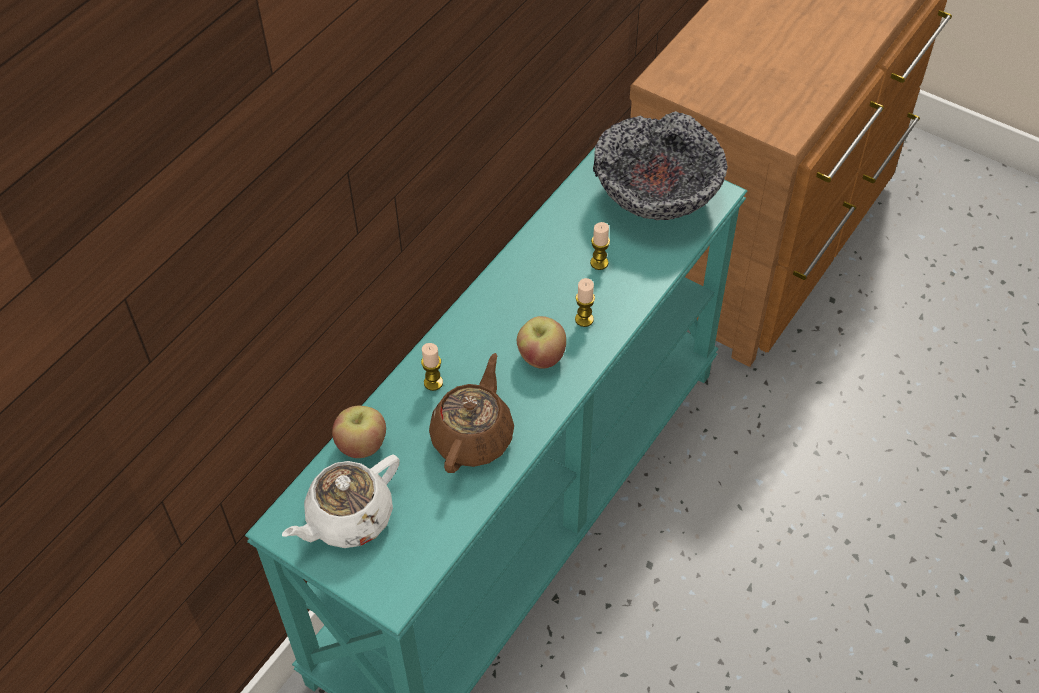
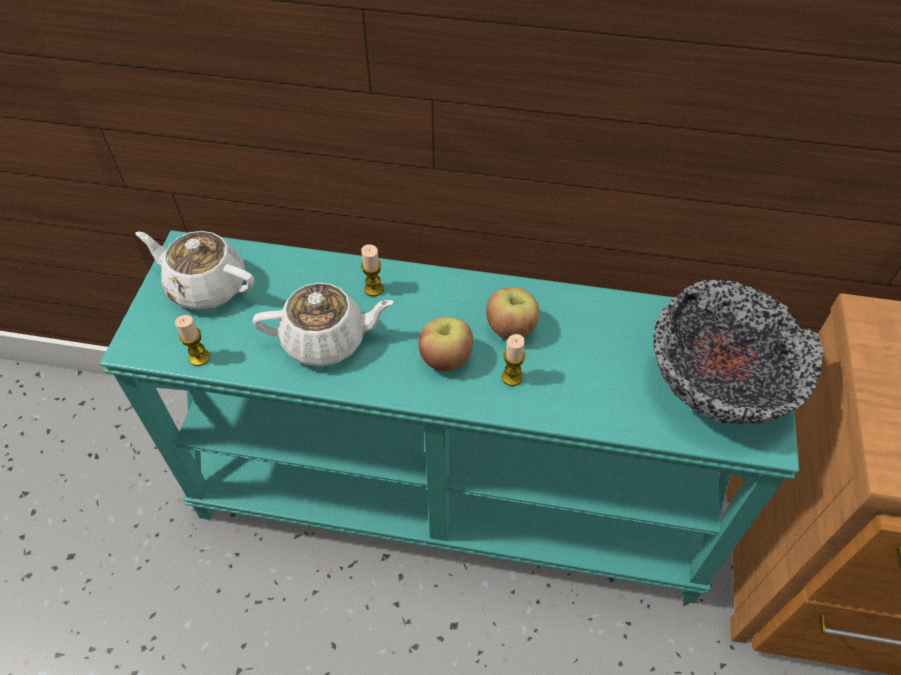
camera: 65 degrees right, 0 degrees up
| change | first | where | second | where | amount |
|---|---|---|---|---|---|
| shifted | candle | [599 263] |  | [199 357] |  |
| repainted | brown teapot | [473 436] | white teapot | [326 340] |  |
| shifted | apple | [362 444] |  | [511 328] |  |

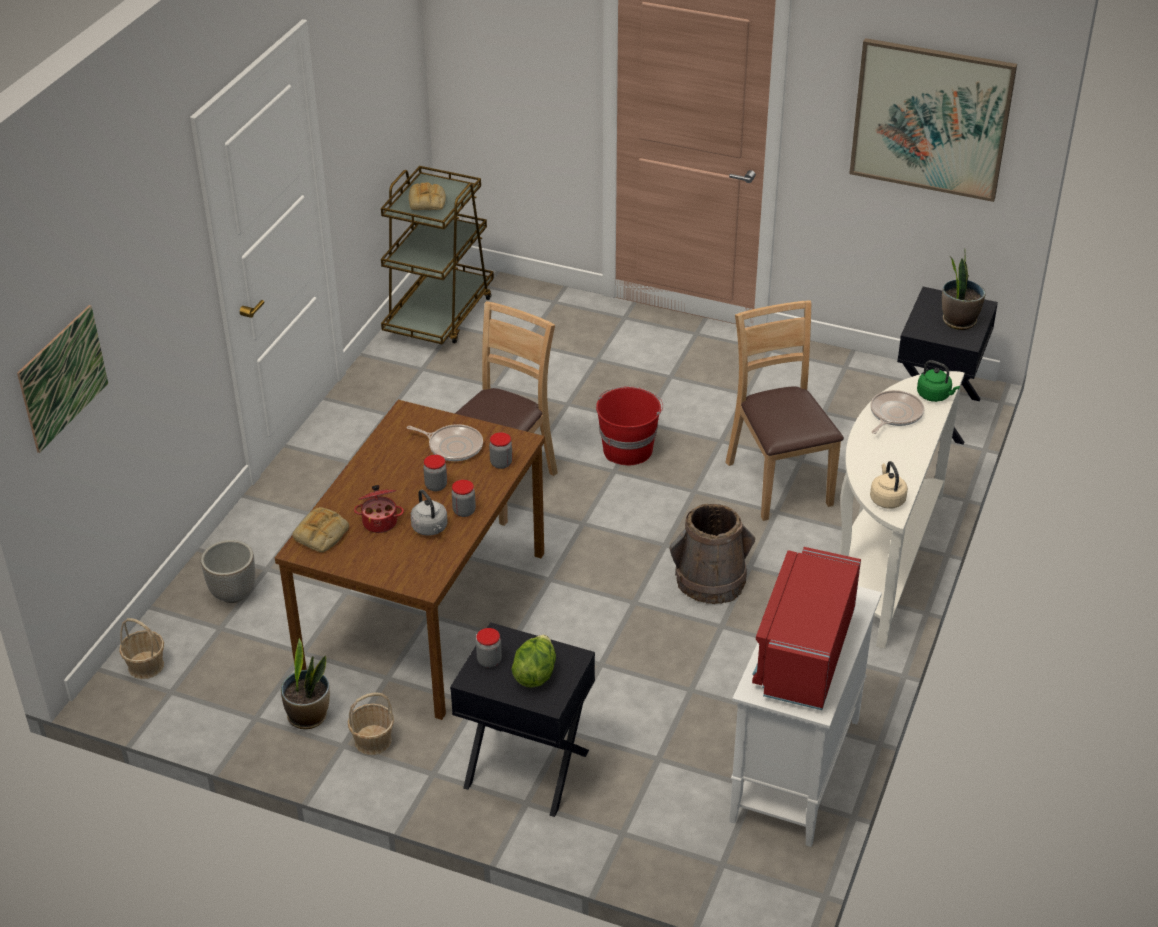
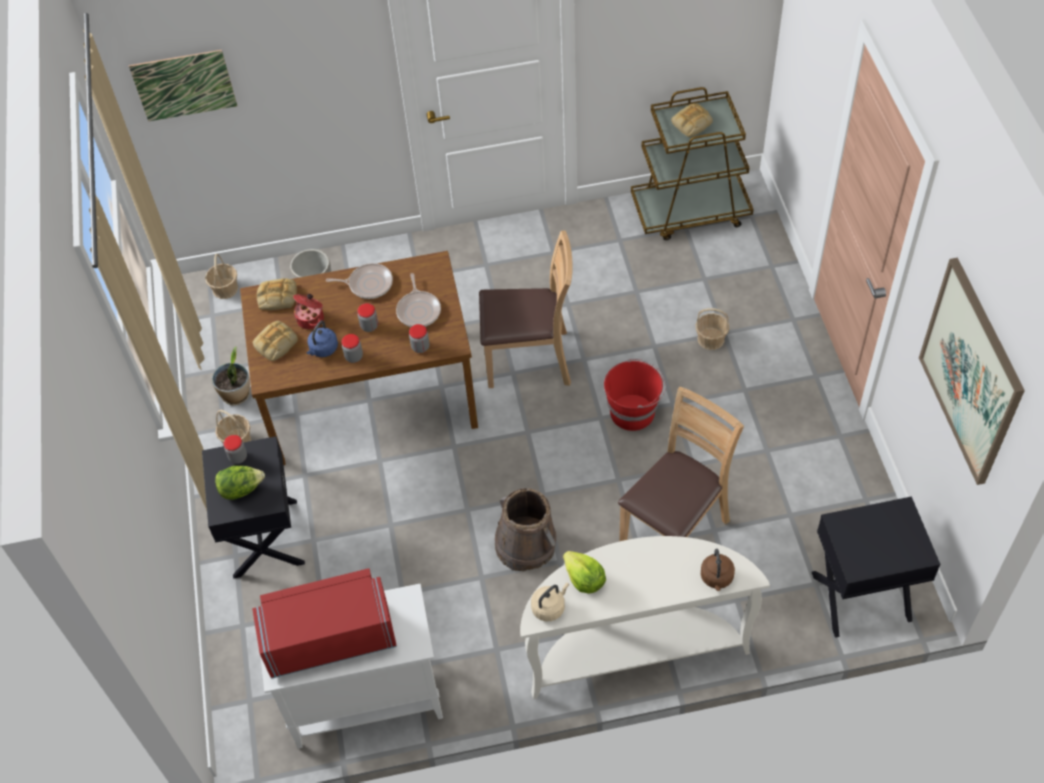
camera: 60 degrees right, 15 degrees up
| change | first | where | second | where | amount |
|---|---|---|---|---|---|
| new |  |  | bread | [276 344] |  |
| repainted | grey kettle | [430 529] | blue kettle | [323 349] |  |
| shifted | frying pan | [894 414] |  | [368 284] |  |
| new |  |  | lettuce | [584 579] |  |
| new |  |  | basket | [711 339] |  |
| repainted | green kettle | [935 396] | brown kettle | [716 578] |  |
| gone | potted plant | [958 321] |  |  |  |

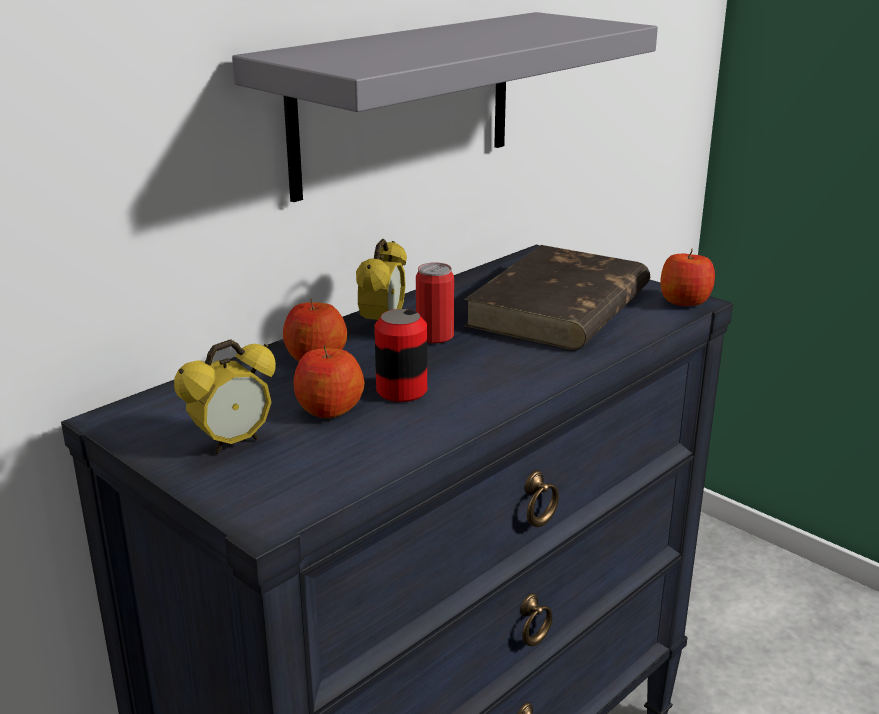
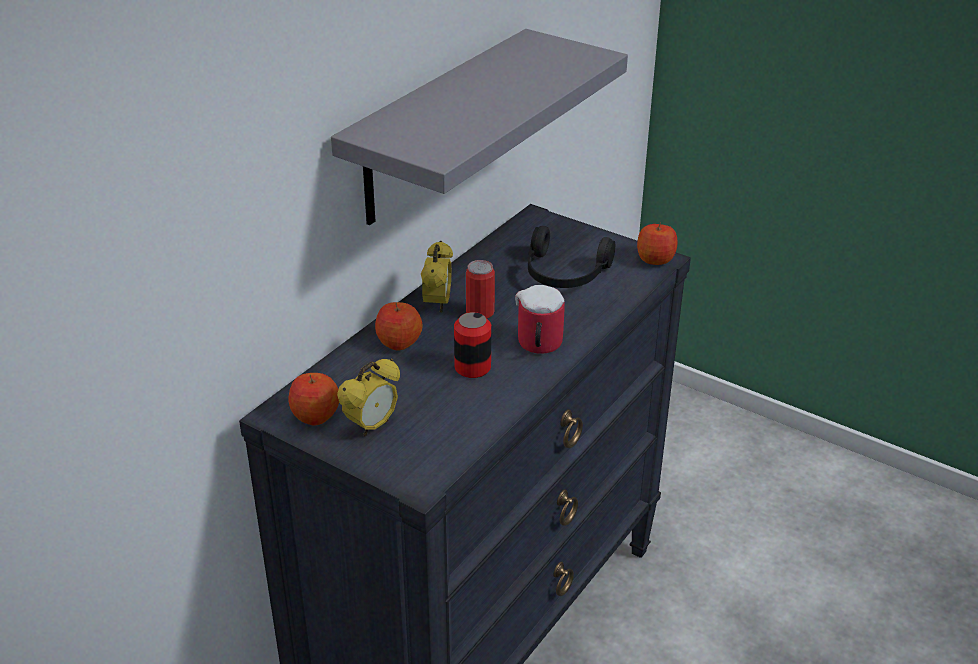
camera: 10 degrees left, 10 degrees up
| change | first | where | second | where | amount |
|---|---|---|---|---|---|
| shifted | apple | [329 409] |  | [315 415] |  |
| new |  |  | mug | [537 345] |  |
| swapped | brown book | [559 307] | black headphones | [564 274] |  |

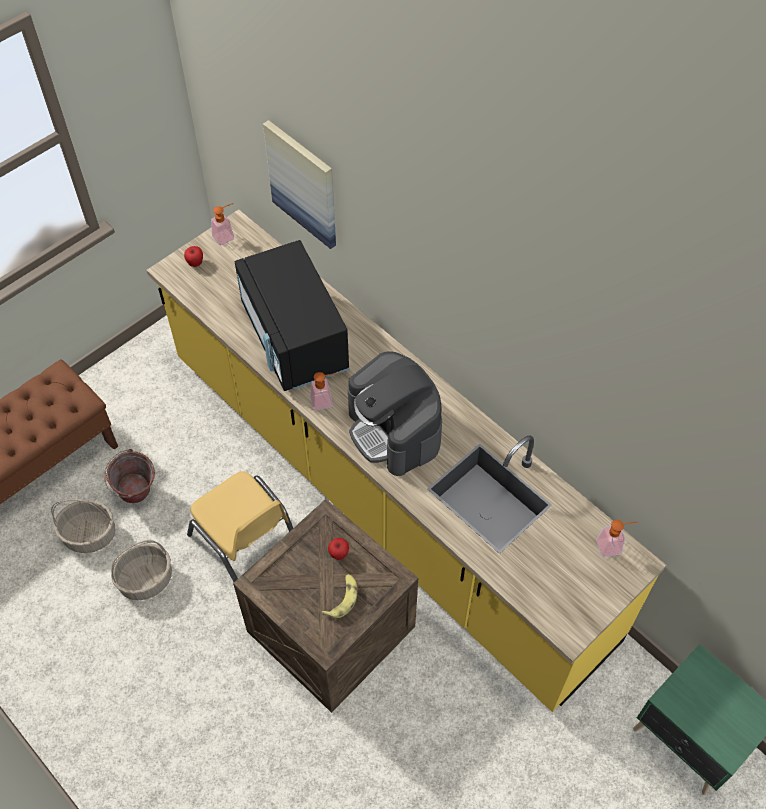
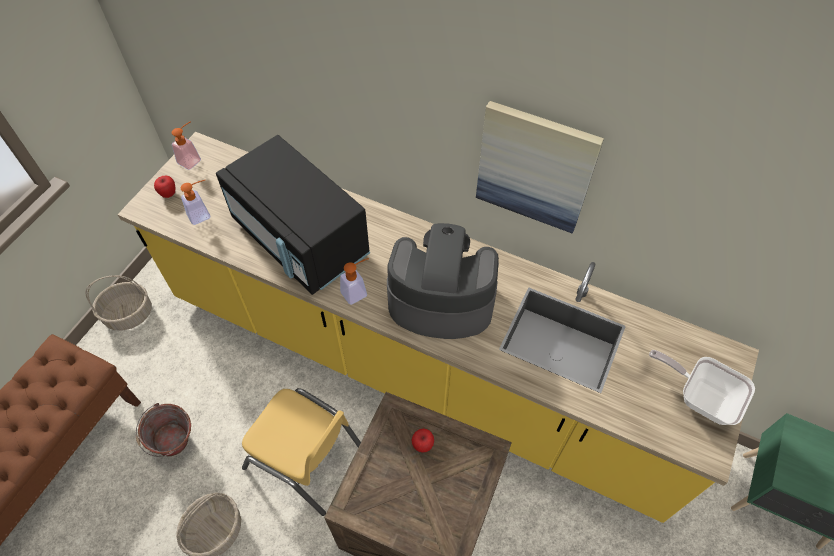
camera: 20 degrees left, 0 degrees up
| change | first | where | second | where | amount |
|---|---|---|---|---|---|
| shifted | basket | [89 535] |  | [128 315] |  |
| shifted | soap dispenser | [613 546] |  | [203 214] |  |
| rotated | coffee machine | [394 431] |  | [440 300] | 150 degrees clockwise |
| shifted | picture | [303 184] |  | [535 167] |  |
| new |  |  | frying pan | [700 396] |  |
| gone | banana | [342 598] |  |  |  |

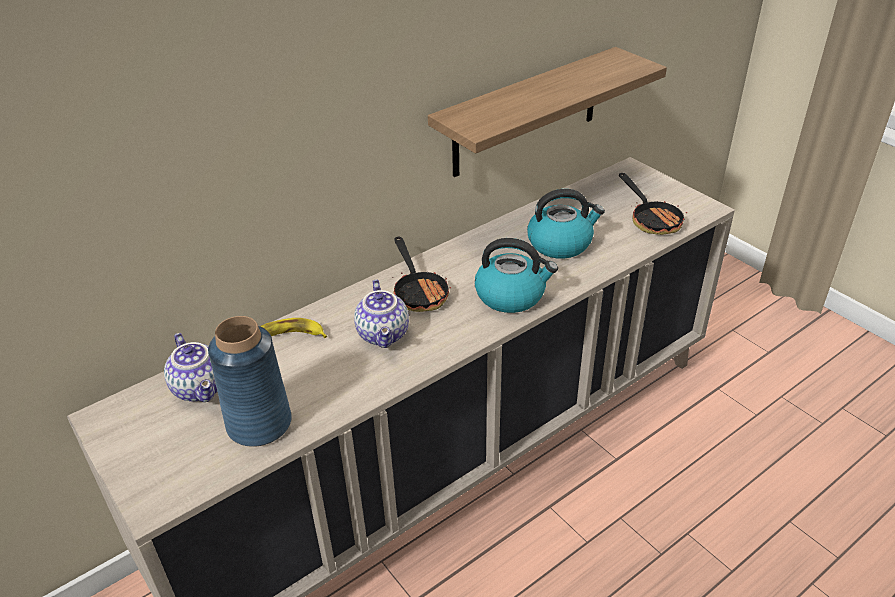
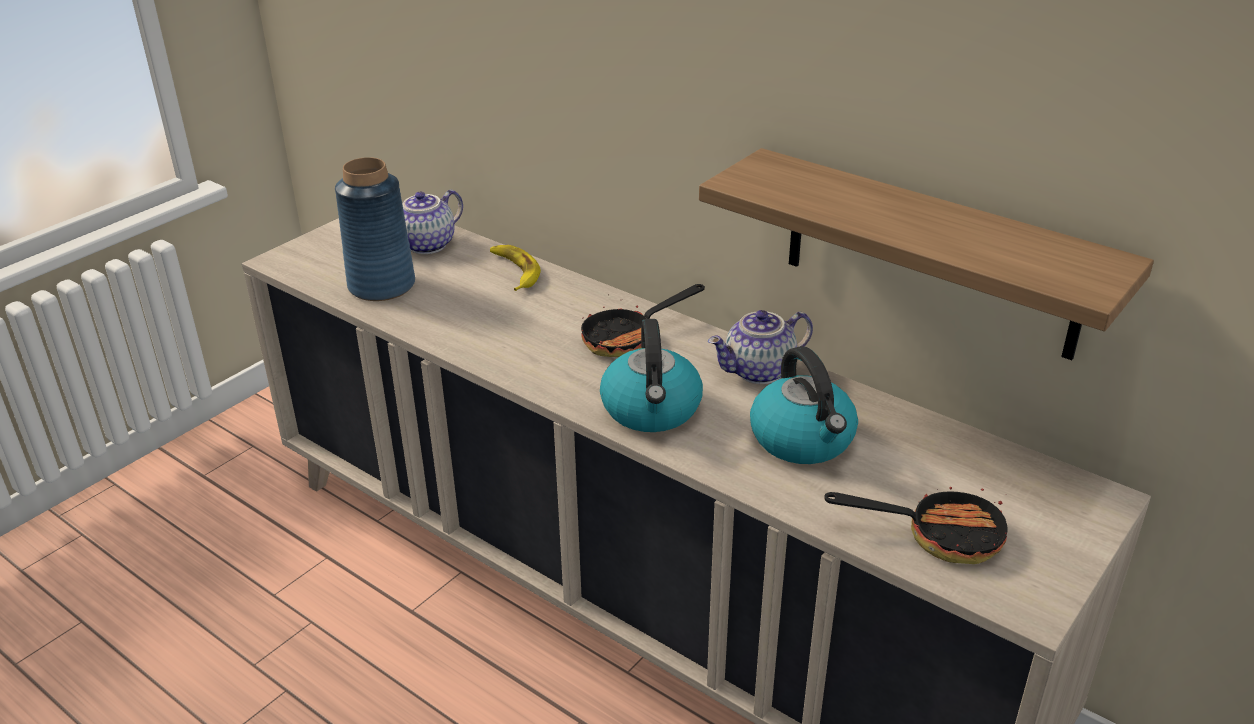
camera: 75 degrees right, 5 degrees down
| change | first | where | second | where | amount |
|---|---|---|---|---|---|
| shifted | teapot | [384 334] |  | [759 372] |  |
| rotated | frying pan | [652 219] |  | [939 534] | 135 degrees counterclockwise |

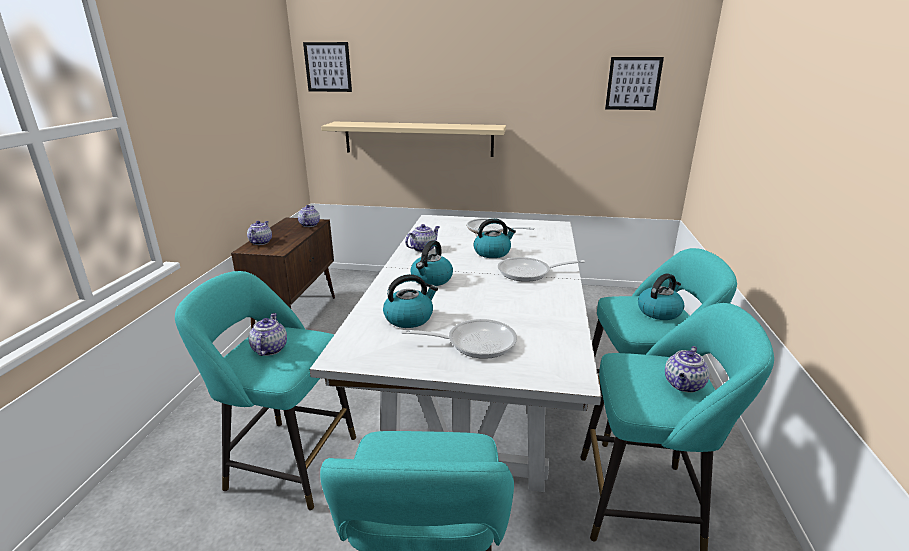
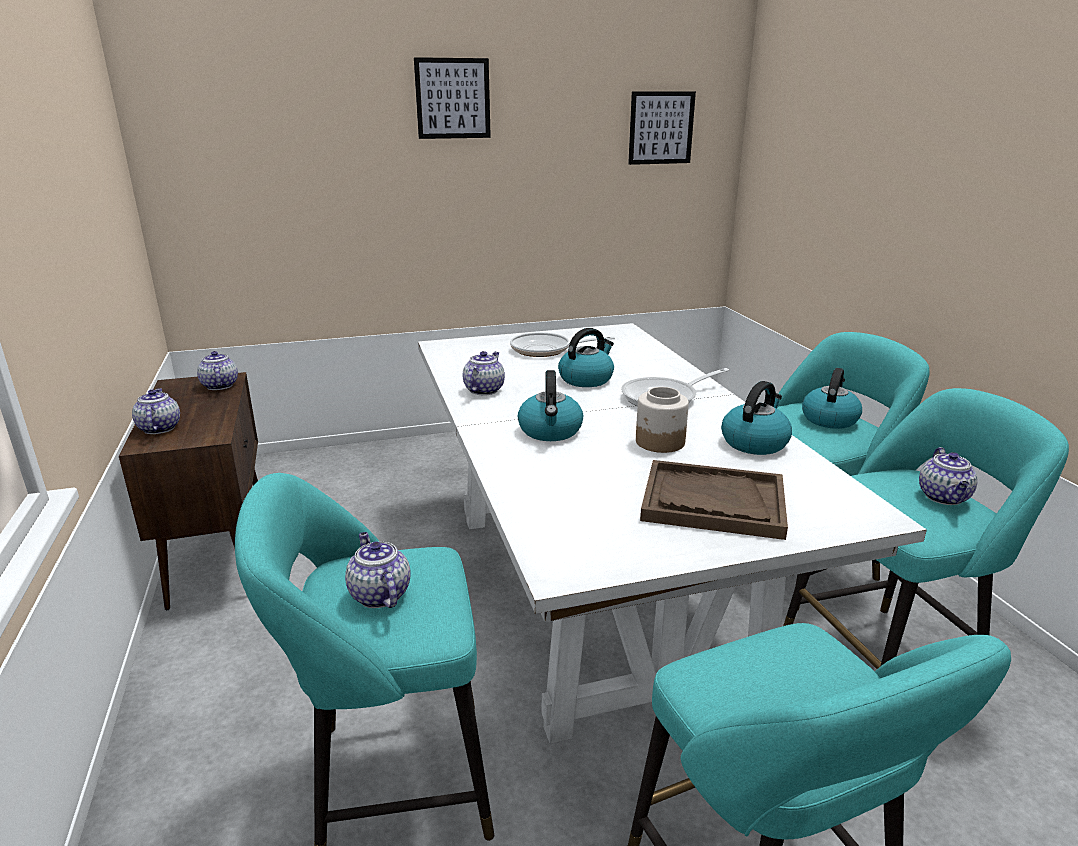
camera: 25 degrees left, 0 degrees up
| change | first | where | second | where | amount |
|---|---|---|---|---|---|
| shifted | picture | [328 67] |  | [453 98] |  |
| new |  |  | jar | [660 442] |  |
| swapped | frying pan | [474 343] | brown tray | [712 502] |  |
| shifted | kettle | [409 318] |  | [754 442] |  |
| gone | beige shelf | [418 138] |  |  |  |

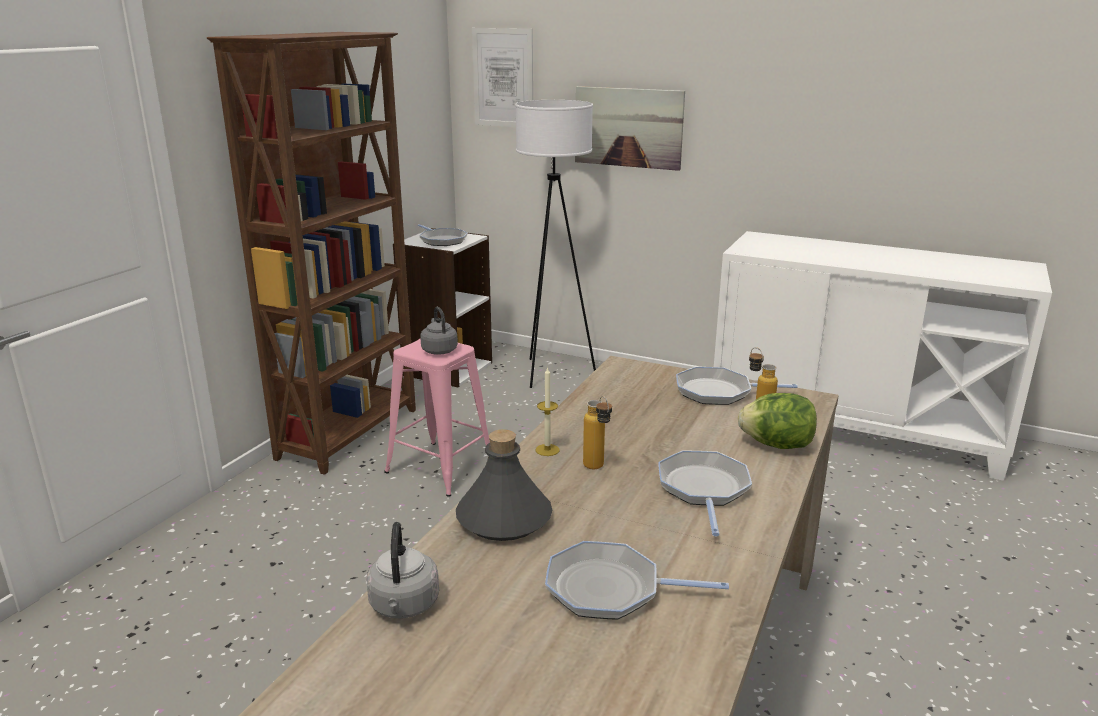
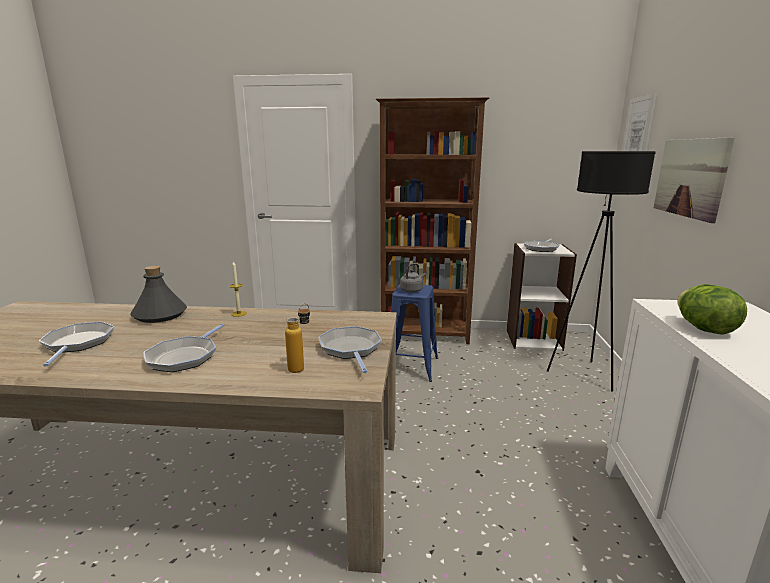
camera: 70 degrees right, 5 degrees down
| change | first | where | second | where | amount |
|---|---|---|---|---|---|
| rotated | frying pan | [703 489] |  | [185 357] | 120 degrees clockwise |
| repainted | pink stool | [440 468] | blue stool | [411 366] |  |
| repainted | white floor lamp | [553 373] | black floor lamp | [583 374] |  |
| shifted | lettuce | [777 445] |  | [704 329] |  |
| gone | grey kettle | [404 606] |  |  |  |
| gone | bottle | [597 469] |  |  |  |

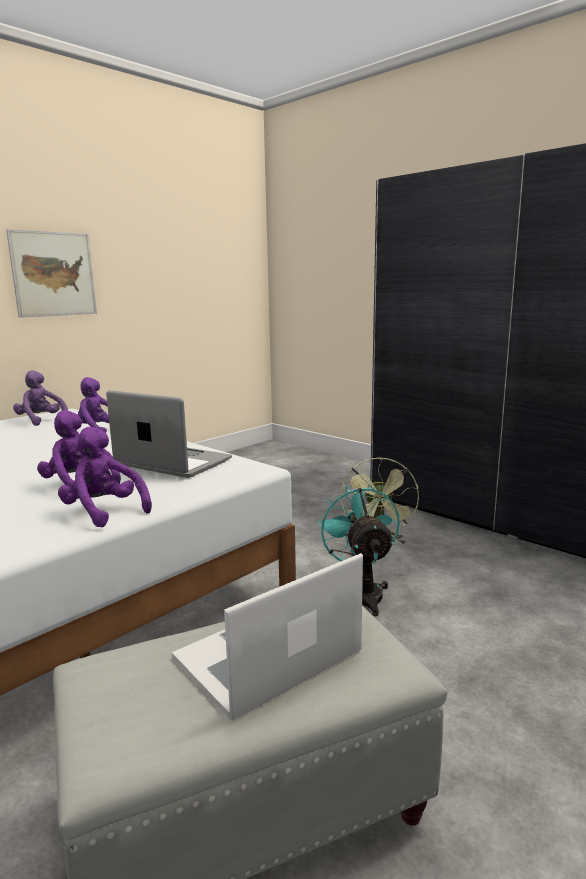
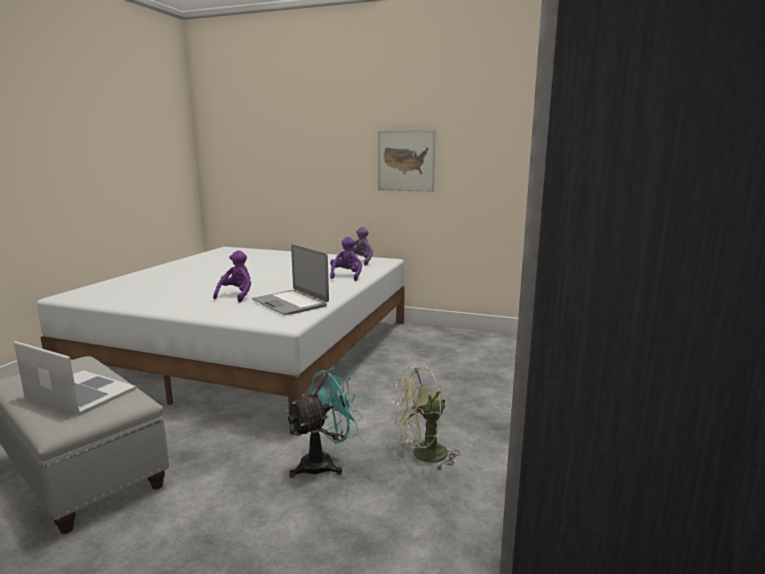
camera: 65 degrees right, 0 degrees up
| change | first | where | second | where | amount |
|---|---|---|---|---|---|
| rotated | laptop | [173 463] |  | [290 303] | 135 degrees clockwise |
| gone | purple plush toy | [104 512] |  |  |  |

